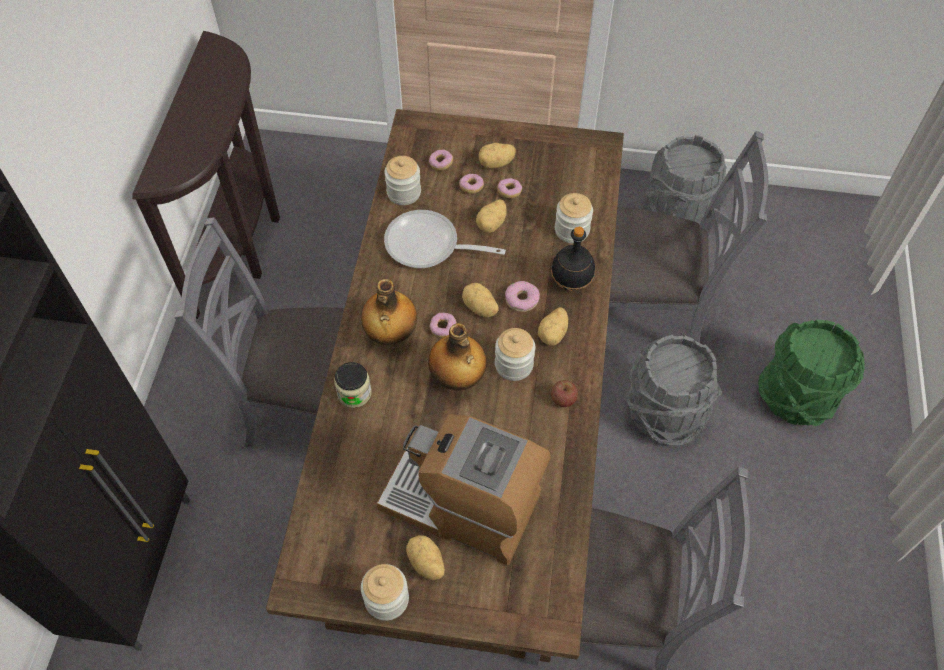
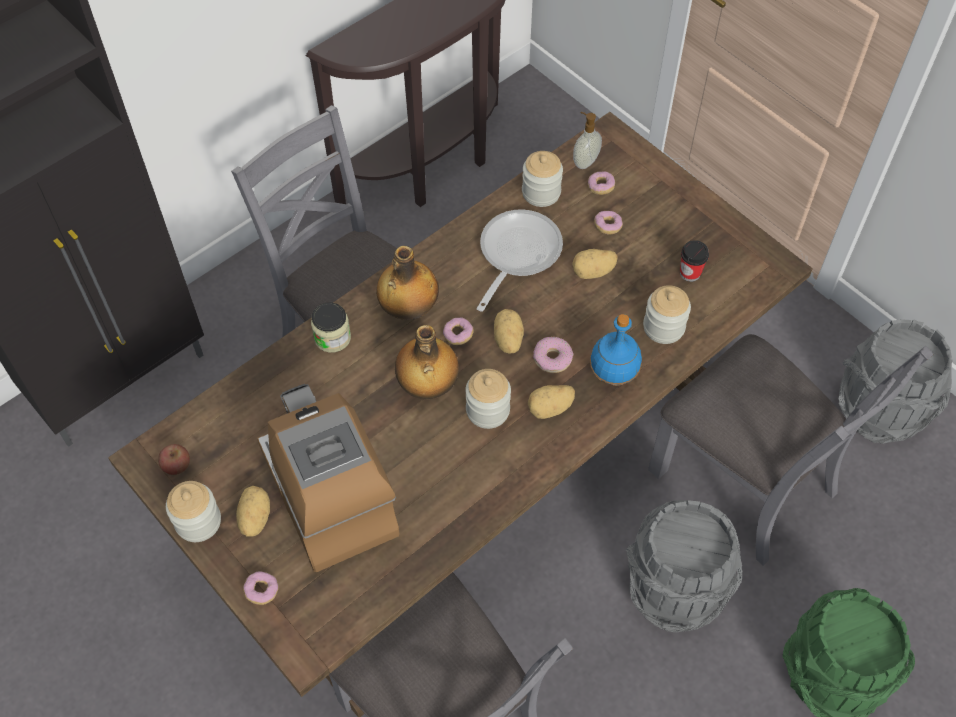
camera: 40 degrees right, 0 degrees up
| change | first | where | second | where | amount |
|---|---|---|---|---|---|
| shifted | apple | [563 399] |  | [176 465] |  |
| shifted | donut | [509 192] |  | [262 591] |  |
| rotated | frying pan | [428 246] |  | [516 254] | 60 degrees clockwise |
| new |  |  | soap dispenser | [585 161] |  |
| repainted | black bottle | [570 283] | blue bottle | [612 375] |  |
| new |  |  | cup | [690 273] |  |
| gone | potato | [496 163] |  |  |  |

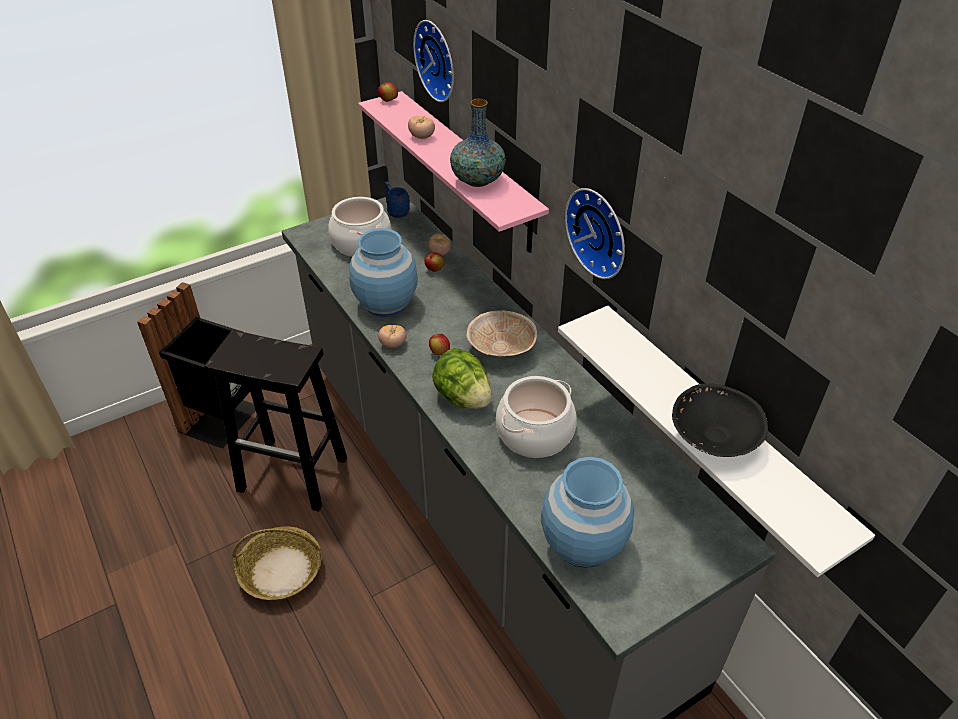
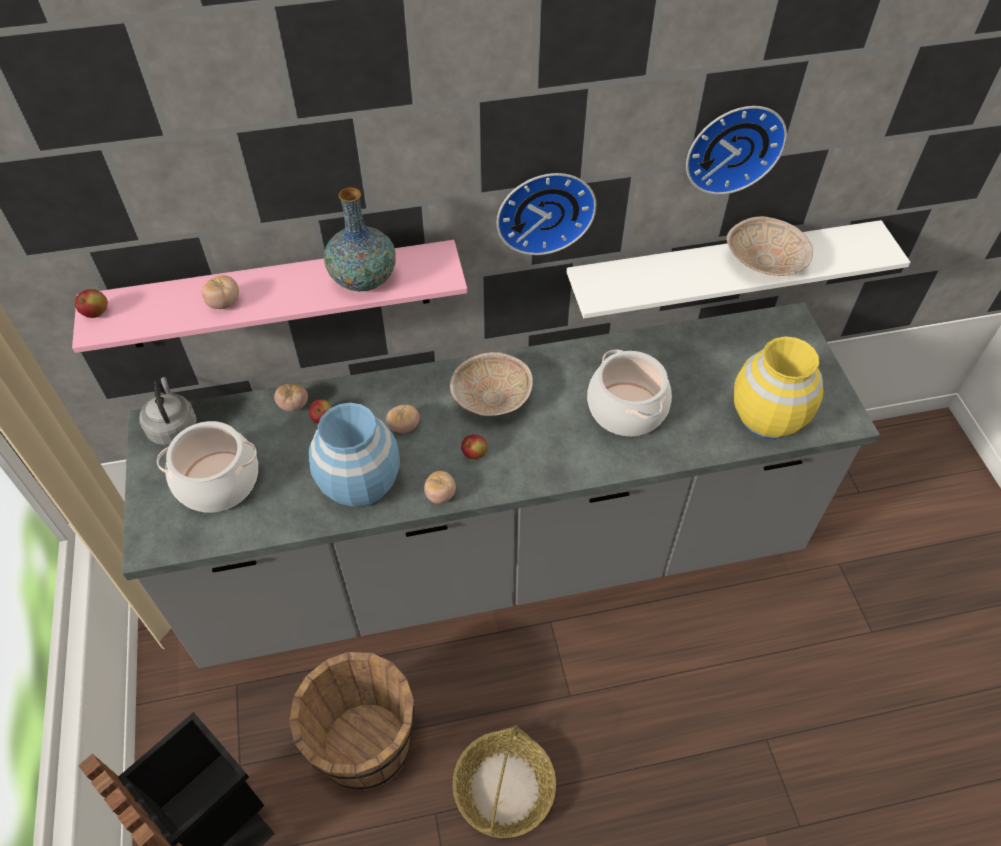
camera: 70 degrees left, 10 degrees up
| change | first | where | second | where | amount |
|---|---|---|---|---|---|
| swapped | blue mug | [396 211] | grey kettle | [173 427] |  |
| swapped | black stool | [294 474] | brown bucket | [364 744] |  |
| new |  |  | tomato | [404 426] |  |
| shifted | wall clock | [439 60] |  | [732 146] |  |
| repainted | black bowl | [714 437] | beige bowl | [765 263] |  |
| repainted | blue vase | [583 543] | yellow vase | [767 417] |  |
| gone | lettuce | [463 398] |  |  |  |

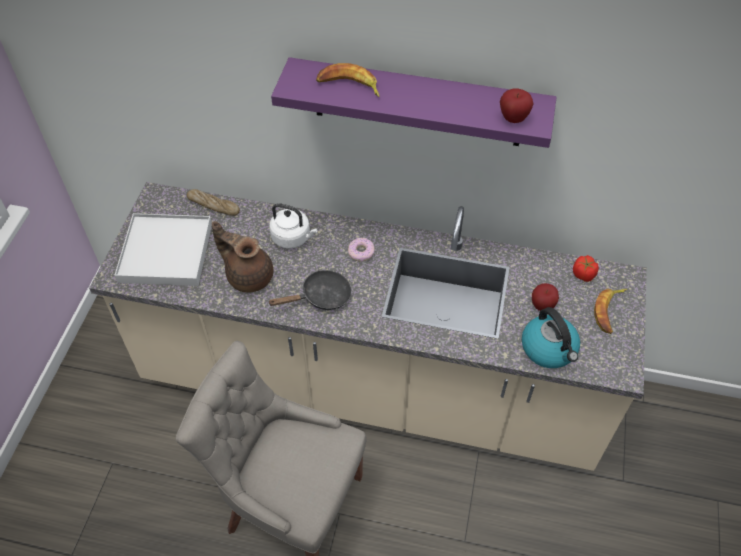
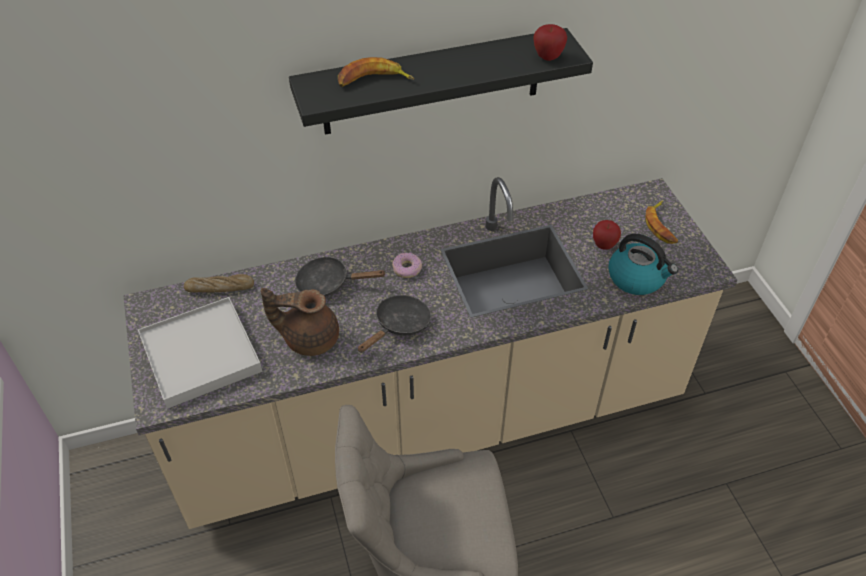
camera: 30 degrees left, 5 degrees down
| change | first | where | second | where | amount |
|---|---|---|---|---|---|
| repainted | purple shelf | [418 103] | black shelf | [432 82] |  |
| swapped | white kettle | [293 238] | black frying pan | [328 283] |  |
| gone | tomato | [583 274] |  |  |  |

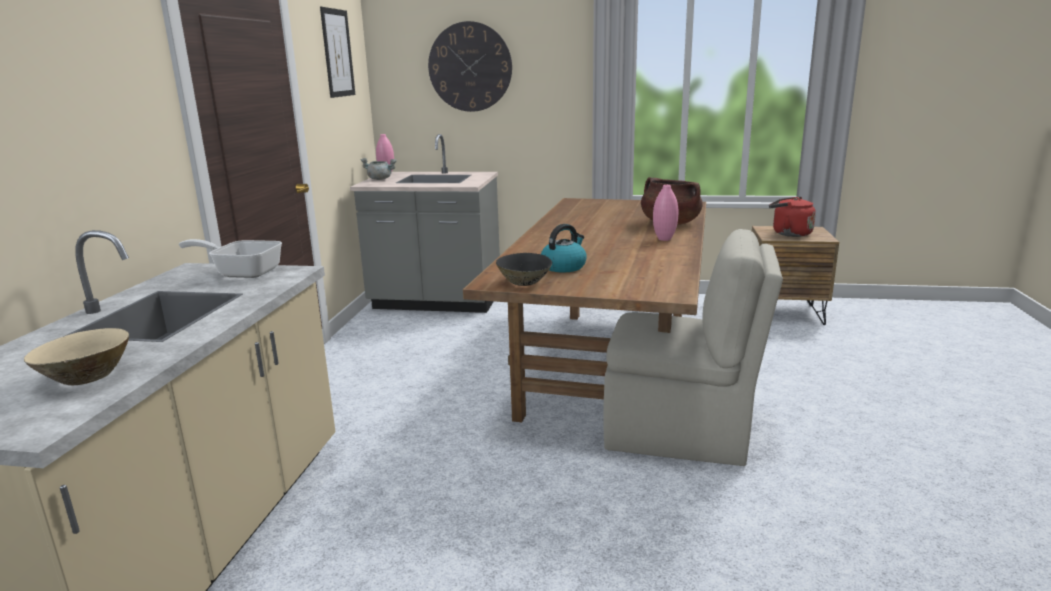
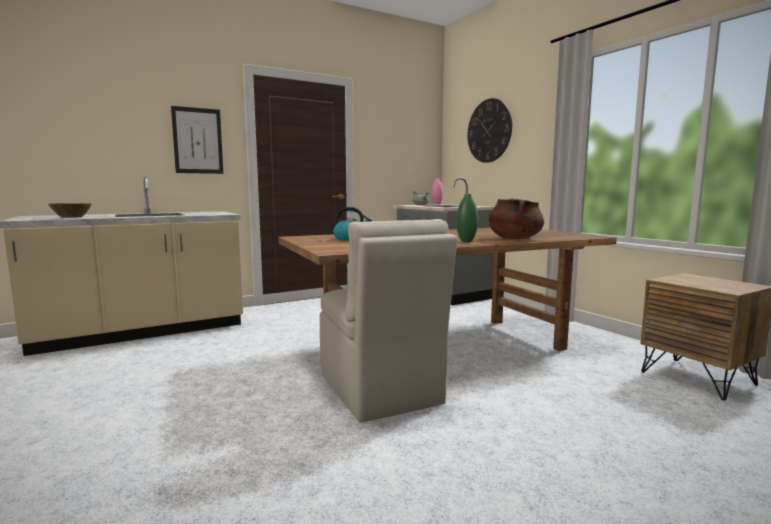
camera: 50 degrees right, 10 degrees down
| change | first | where | second | where | amount |
|---|---|---|---|---|---|
| shifted | picture | [337 53] |  | [198 141] |  |
| repainted | pink vase | [664 239] | green vase | [466 241] |  |
| gone | frying pan | [242 272] |  |  |  |
| gone | black bowl | [524 282] |  |  |  |
| gone | red kettle | [789 233] |  |  |  |

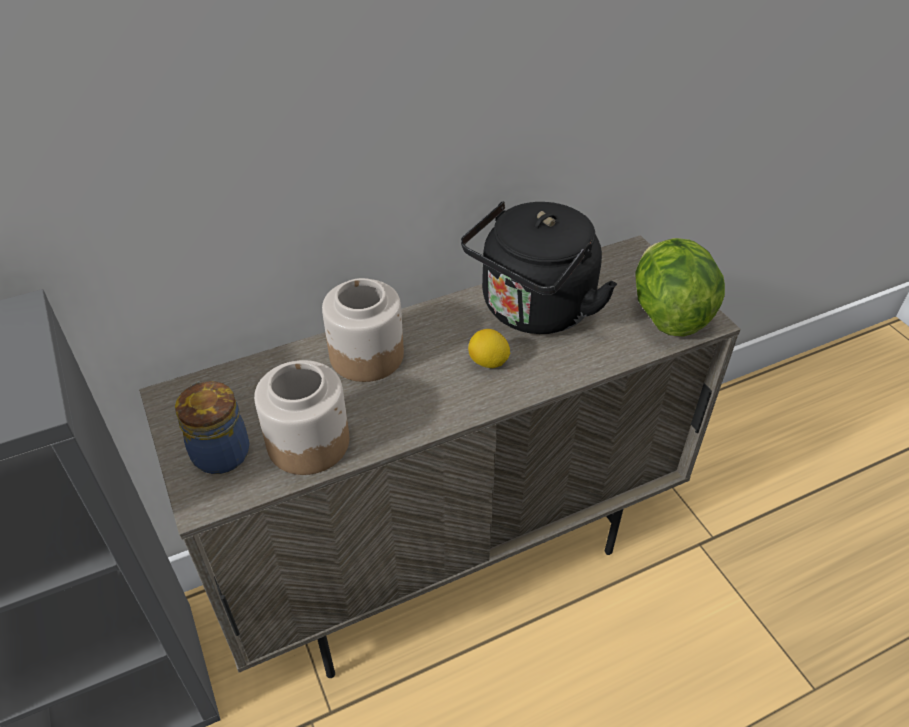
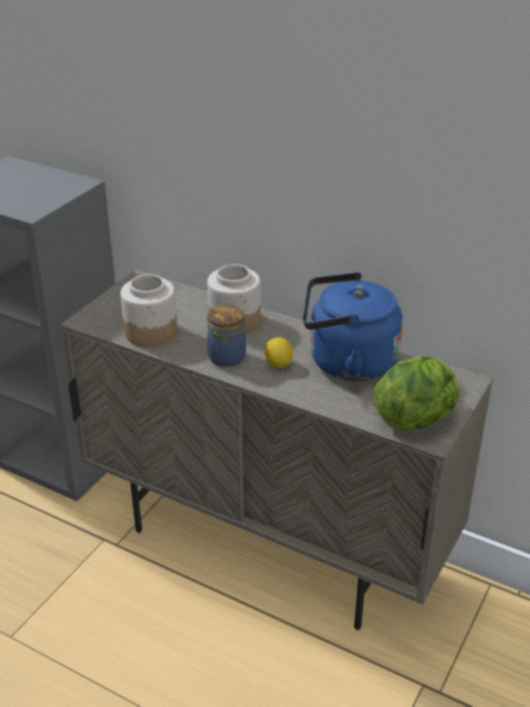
camera: 55 degrees right, 10 degrees down
| change | first | where | second | where | amount |
|---|---|---|---|---|---|
| shifted | jar | [220 452] |  | [227 356] |  |
| repainted | black kettle | [533 311] | blue kettle | [346 363] |  |

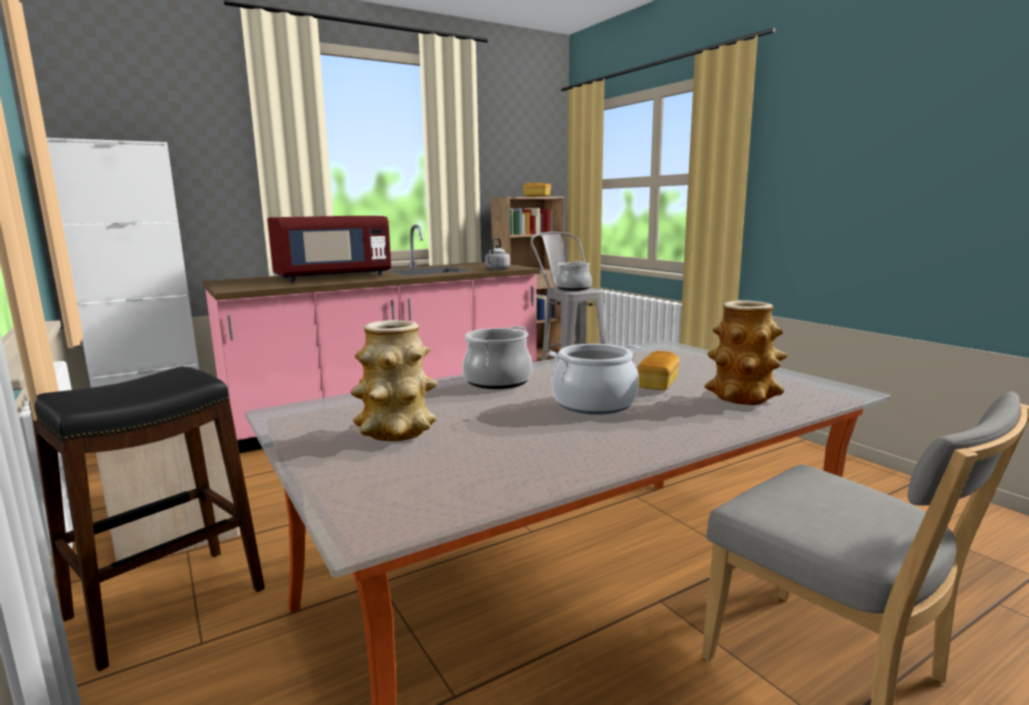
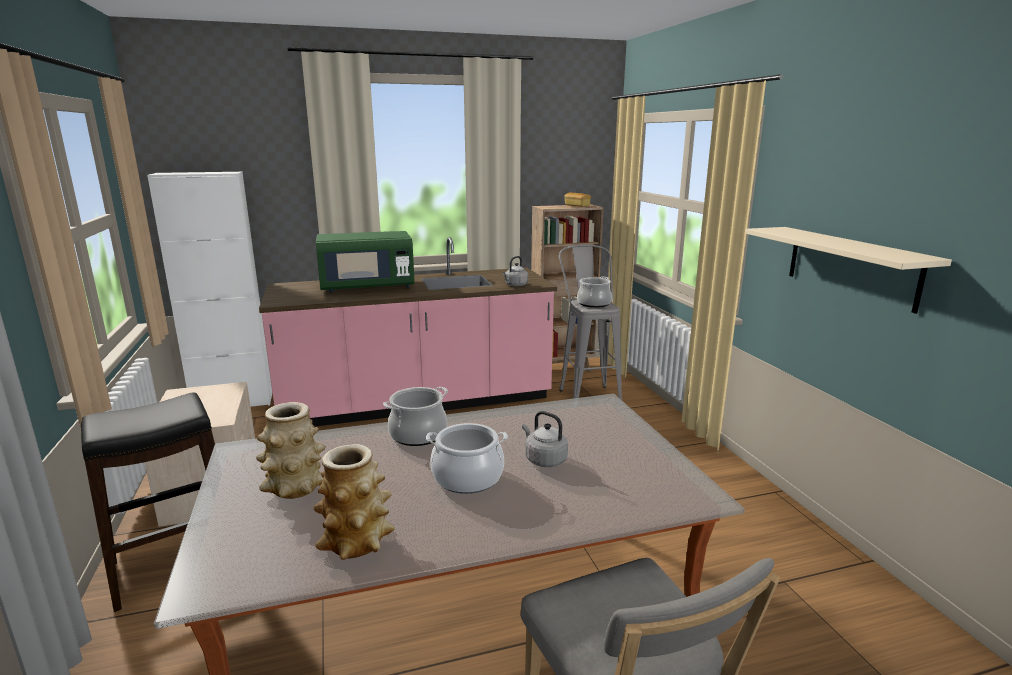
camera: 15 degrees right, 5 degrees up
| change | first | where | second | where | amount |
|---|---|---|---|---|---|
| shifted | vase | [742 397] |  | [357 541] |  |
| repainted | red microwave | [332 277] | green microwave | [367 287] |  |
| swapped | bread | [657 384] | grey kettle | [544 459] |  |
| new |  |  | beige shelf | [851 266] |  |

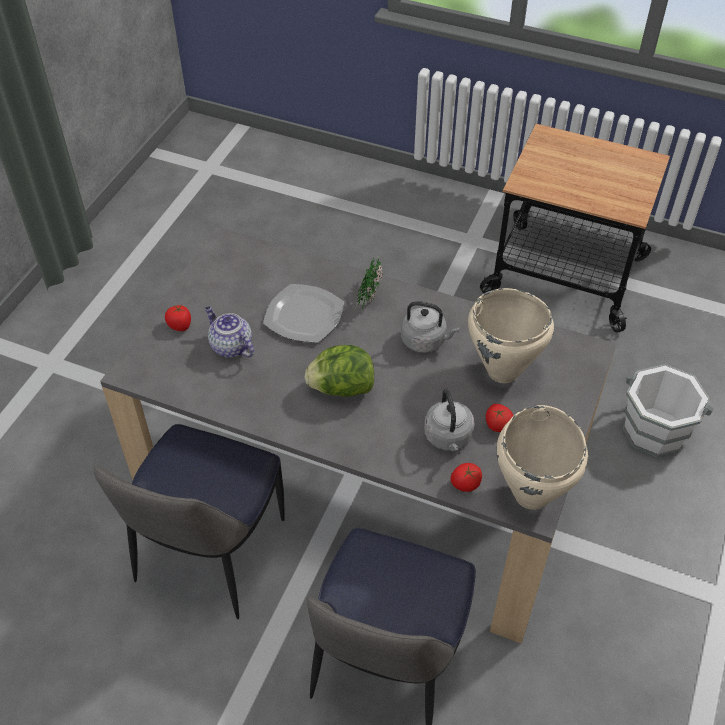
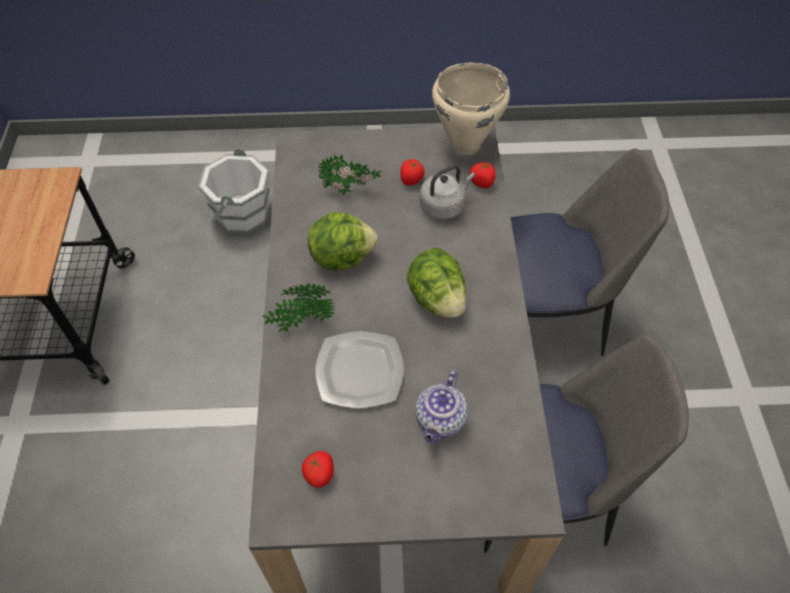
camera: 115 degrees left, 5 degrees up
| change | first | where | second | where | amount |
|---|---|---|---|---|---|
| shifted | tomato | [180 325] |  | [319 474] |  |
| swapped | grey kettle | [425 341] | lettuce | [341 256] |  |
| swapped | beige cooking pot | [503 372] | potted plant | [350 192] |  |

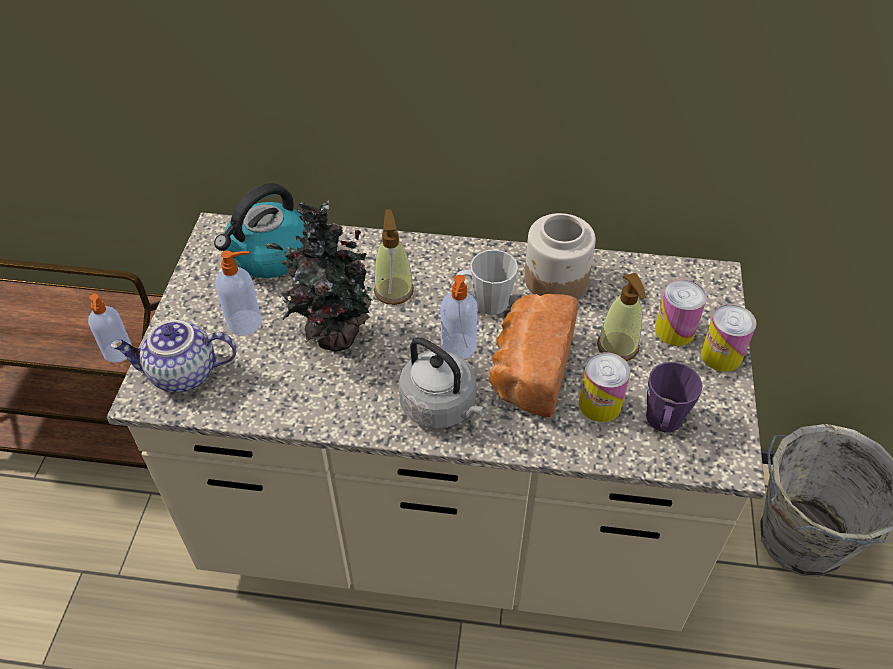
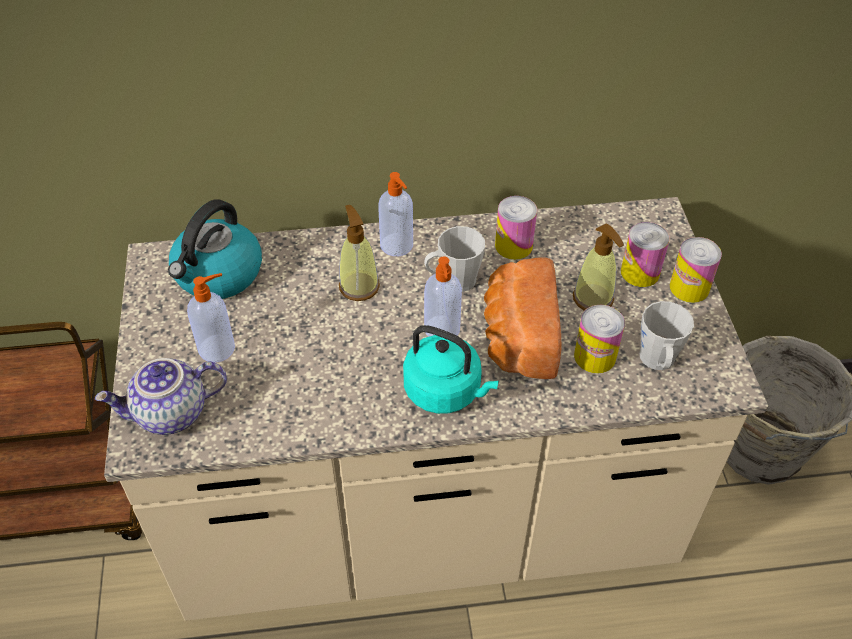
camera: 15 degrees left, 0 degrees up
| change | first | where | second | where | amount |
|---|---|---|---|---|---|
| shifted | soap dispenser | [118 352] |  | [397 246] |  |
| repainted | grey kettle | [441 407] | turquoise kettle | [446 391] |  |
| swapped | jar | [555 280] | can | [513 246] |  |
| repainted | purple mug | [662 423] | grey mug | [657 362] |  |
| gone | potted plant | [331 336] |  |  |  |

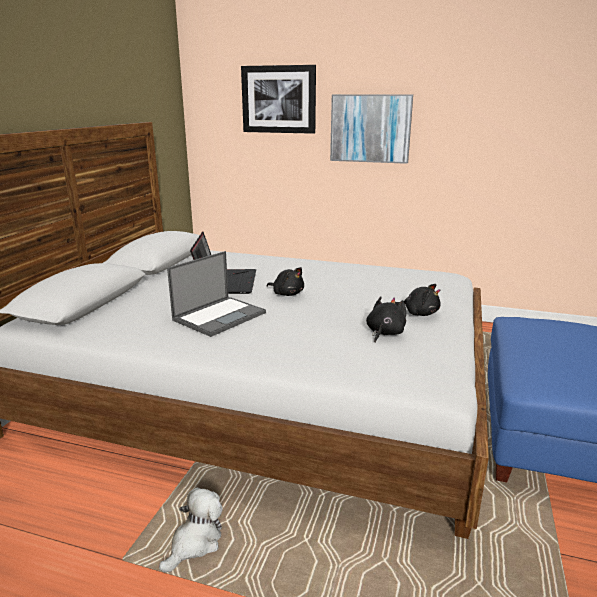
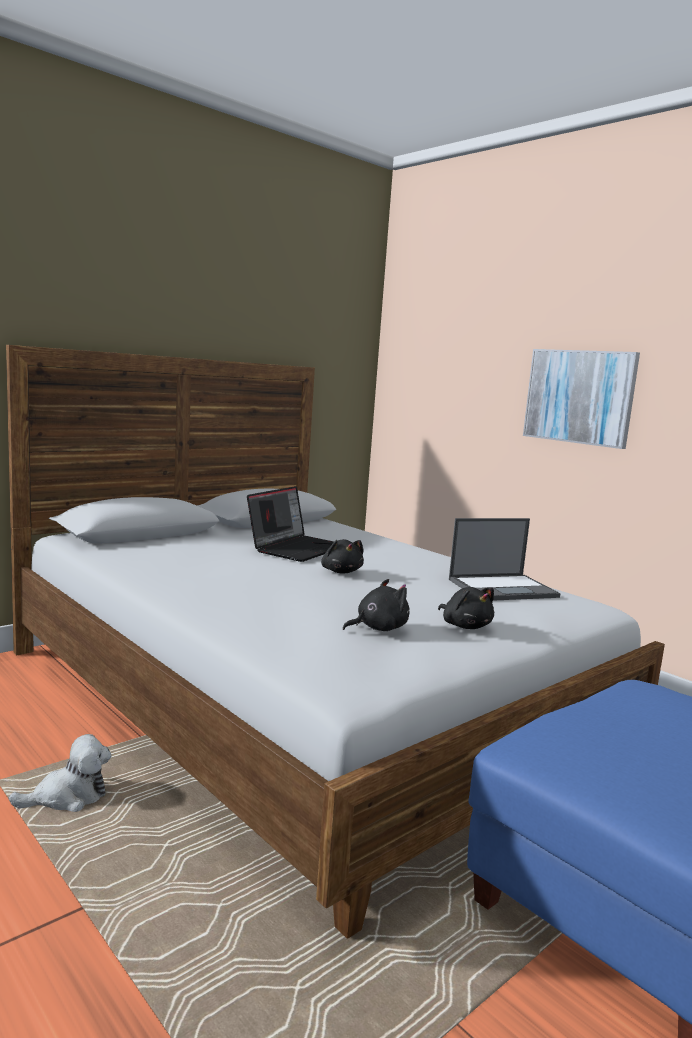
camera: 30 degrees right, 10 degrees down
| change | first | where | second | where | amount |
|---|---|---|---|---|---|
| shifted | laptop | [220 316] |  | [503 588] |  |
| gone | picture | [279 99] |  |  |  |

